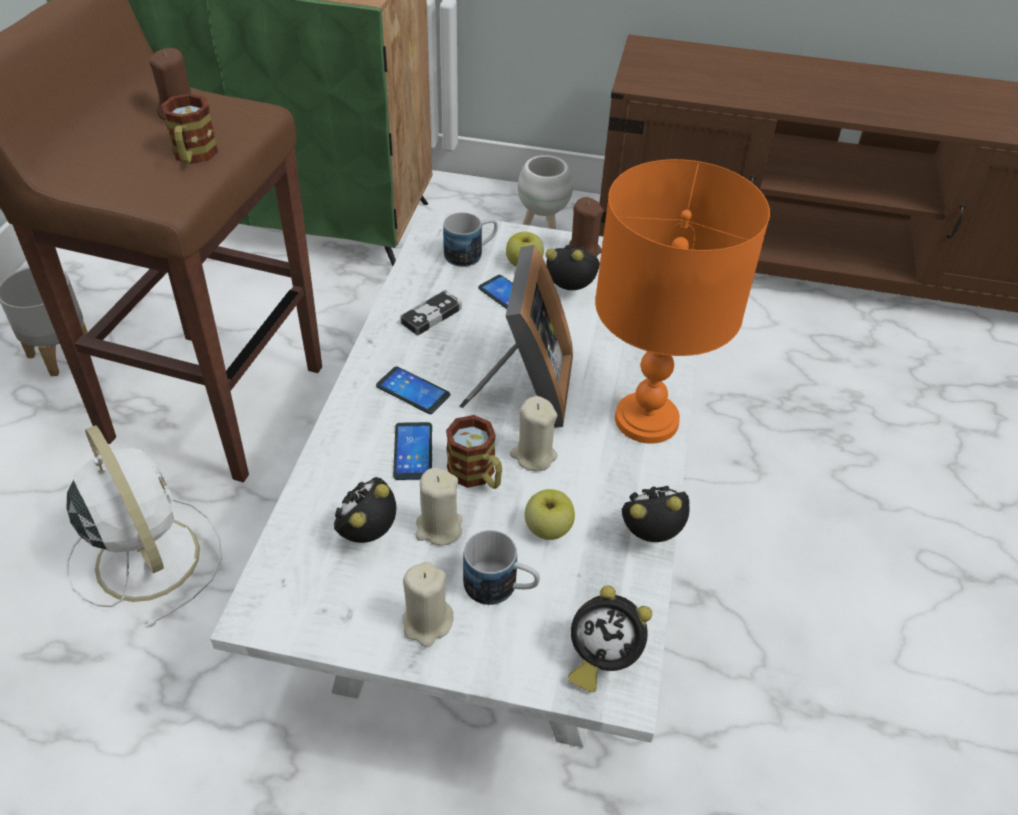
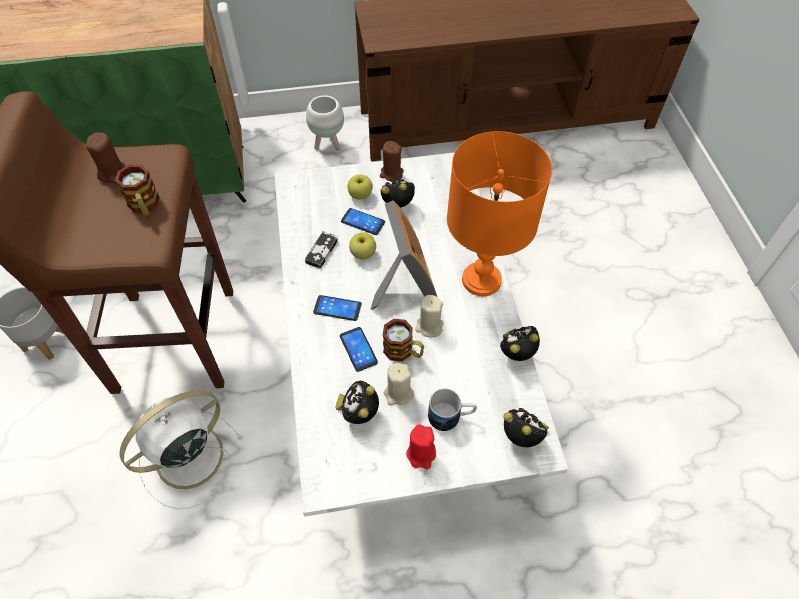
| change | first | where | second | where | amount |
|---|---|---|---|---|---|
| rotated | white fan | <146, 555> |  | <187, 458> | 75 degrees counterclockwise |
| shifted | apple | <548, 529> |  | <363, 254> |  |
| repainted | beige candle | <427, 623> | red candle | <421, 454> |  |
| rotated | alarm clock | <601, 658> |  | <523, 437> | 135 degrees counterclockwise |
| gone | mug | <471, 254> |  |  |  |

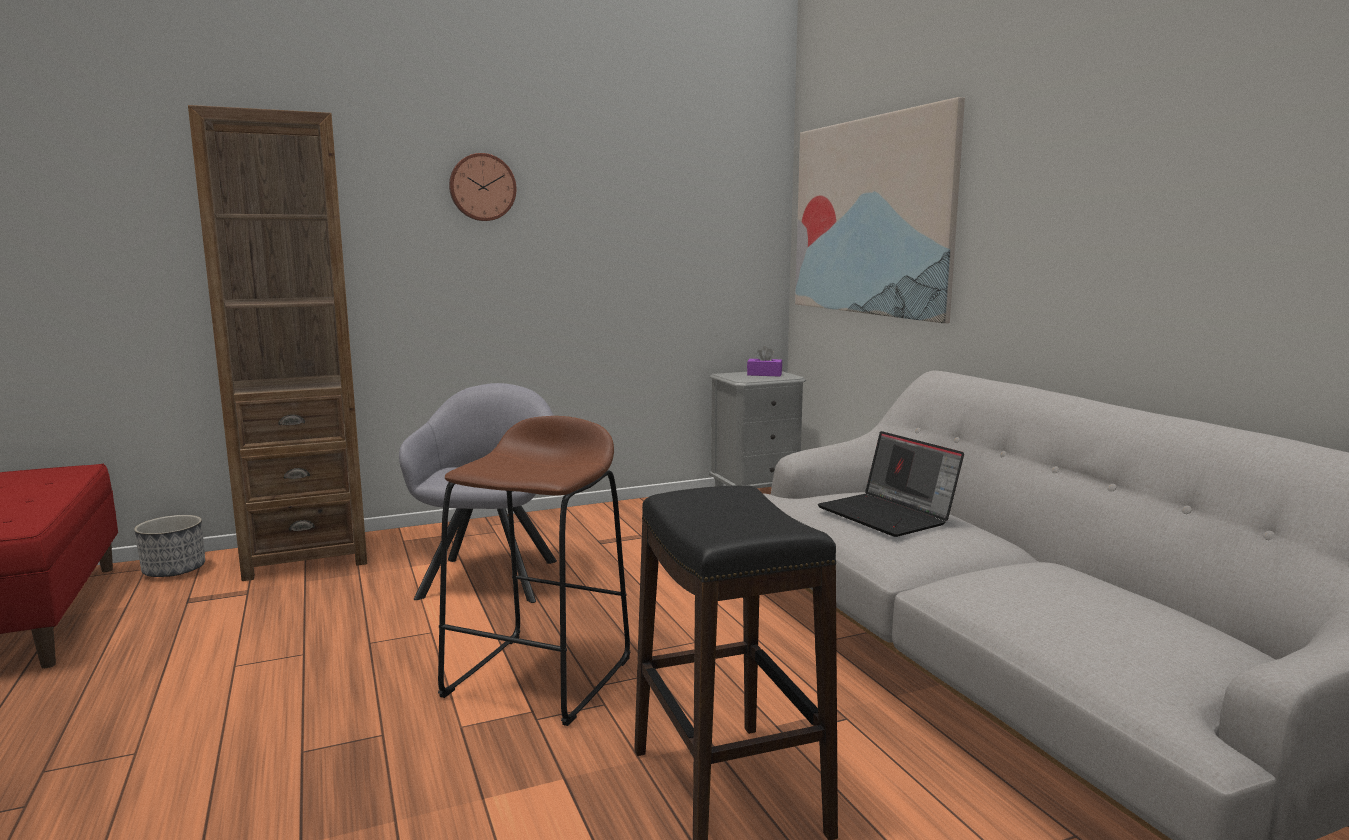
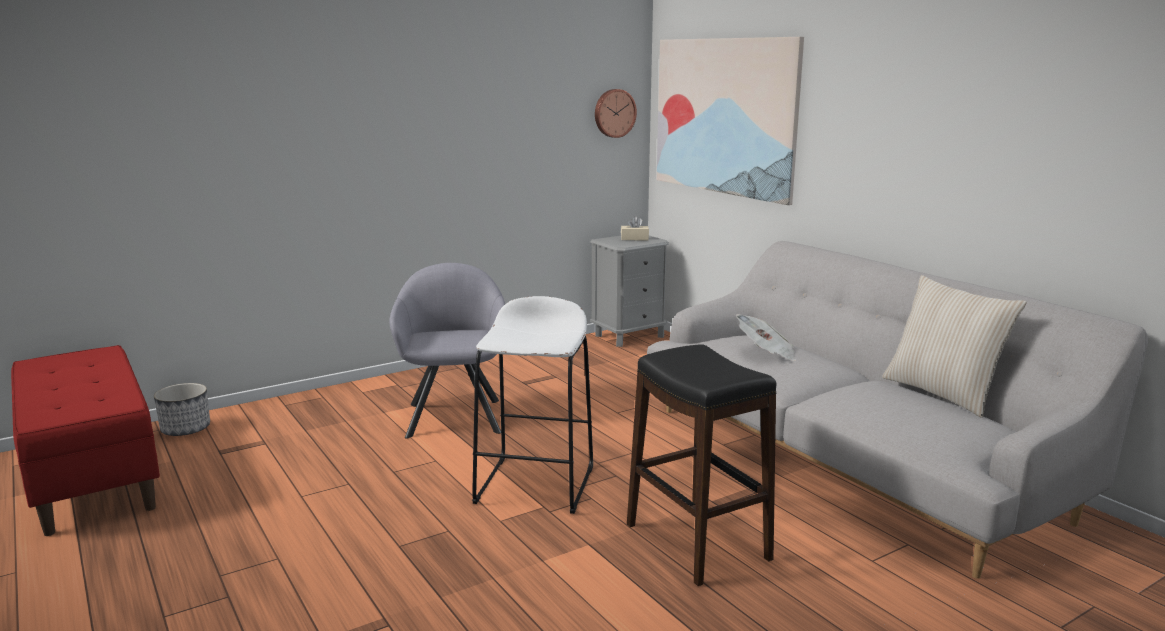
| change | first | where | second | where | amount |
|---|---|---|---|---|---|
| repainted | brown stool | <540, 676> | white stool | <536, 484> |  |
| shifted | wall clock | <482, 187> |  | <614, 113> |  |
| repainted | purple tissue box | <764, 374> | beige tissue box | <634, 238> |  |
| swapped | laptop | <888, 515> | newspaper | <766, 353> |  |
| new |  |  | beige pillow | <943, 393> |  |
| gone | brown bookcase | <306, 556> |  |  |  |

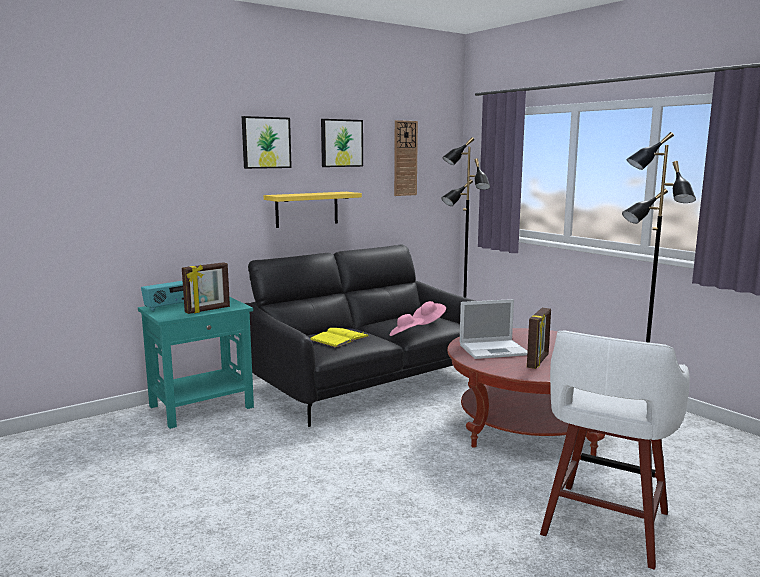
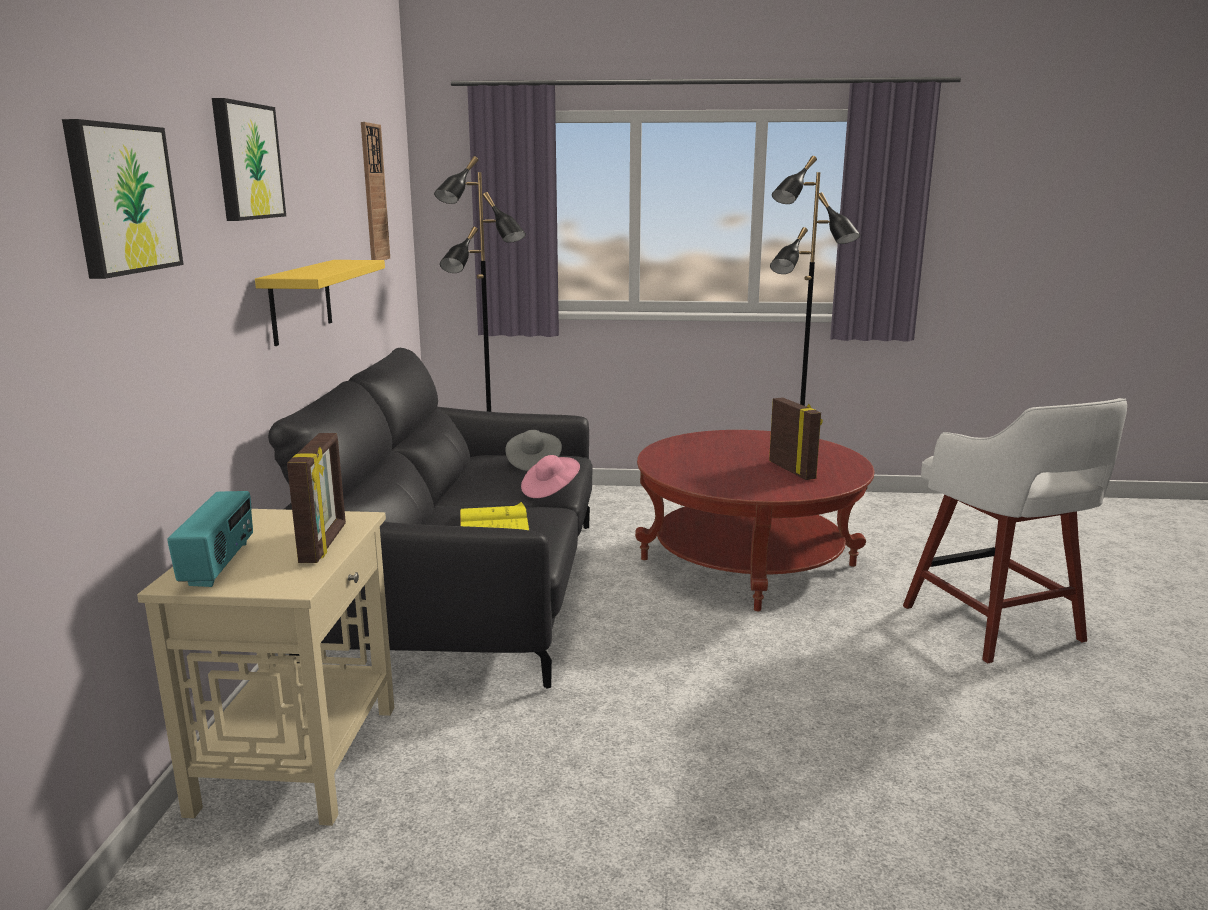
| change | first | where | second | where | amount |
|---|---|---|---|---|---|
| shifted | picture | <341, 143> |  | <121, 199> |  |
| repainted | turquoise side table | <201, 407> | beige side table | <299, 757> |  |
| repainted | pink hat | <428, 321> | grey hat | <533, 463> |  |
| gone | laptop | <494, 349> |  |  |  |

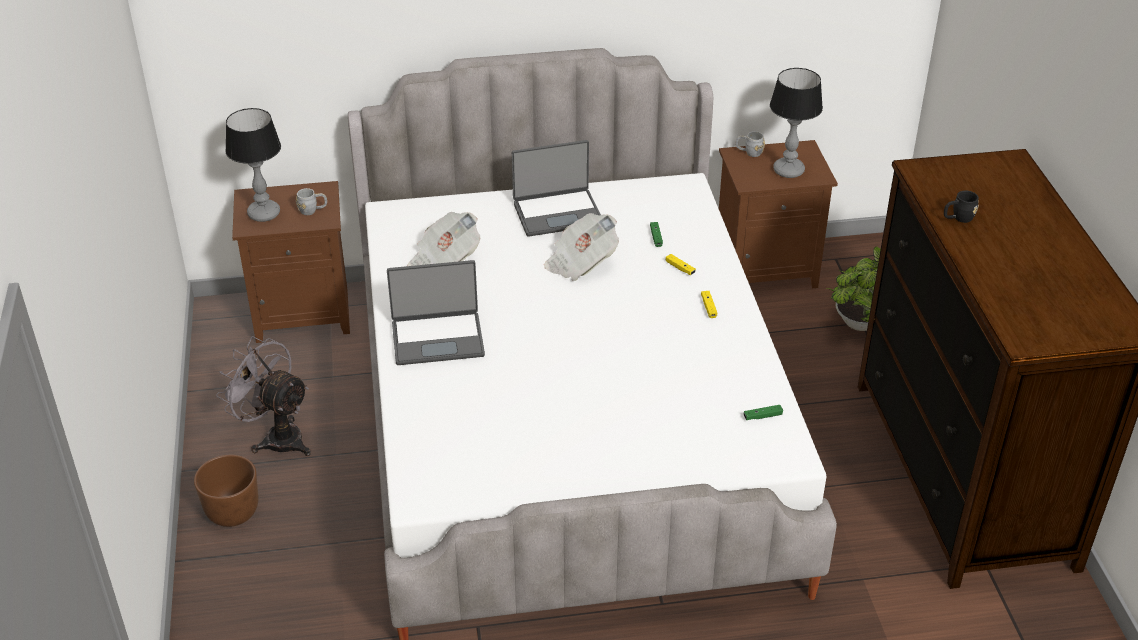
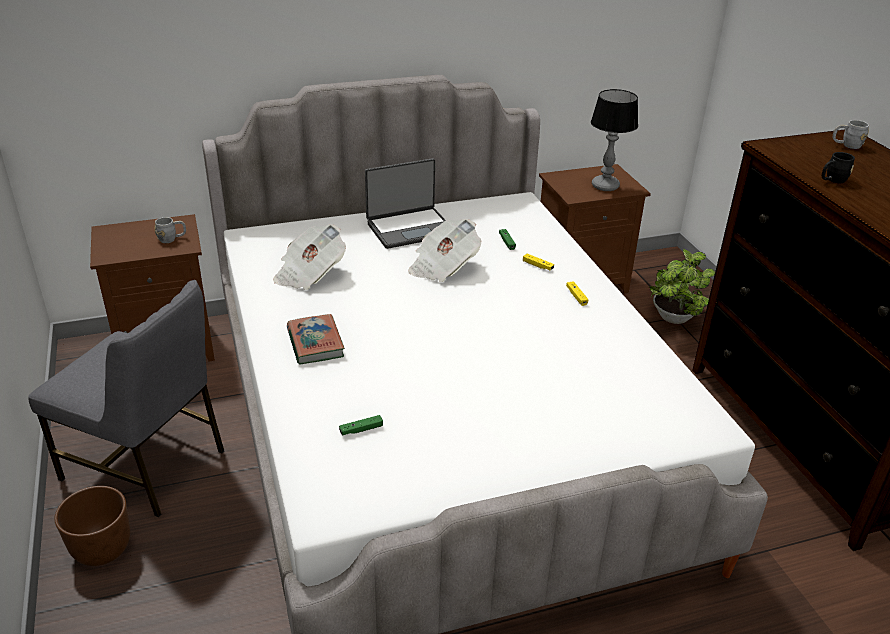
| change | first | where | second | where | amount |
|---|---|---|---|---|---|
| swapped | grey fan | <276, 437> | grey chair | <147, 464> |  |
| swapped | laptop | <437, 338> | book | <315, 343> |  |
| shifted | green game controller | <762, 416> |  | <361, 429> |  |
| shifted | grey mug | <749, 152> |  | <846, 145> |  |
| gone | table lamp | <263, 214> |  |  |  |

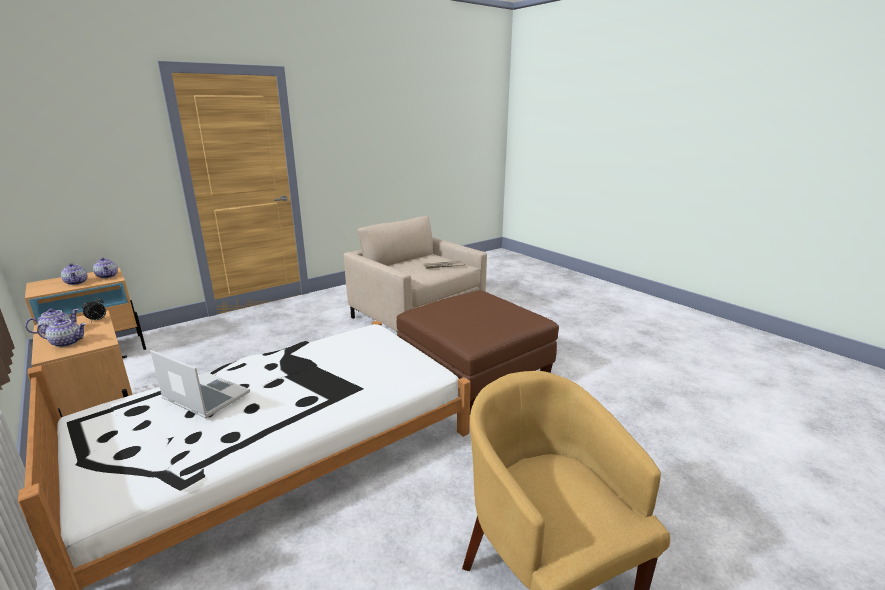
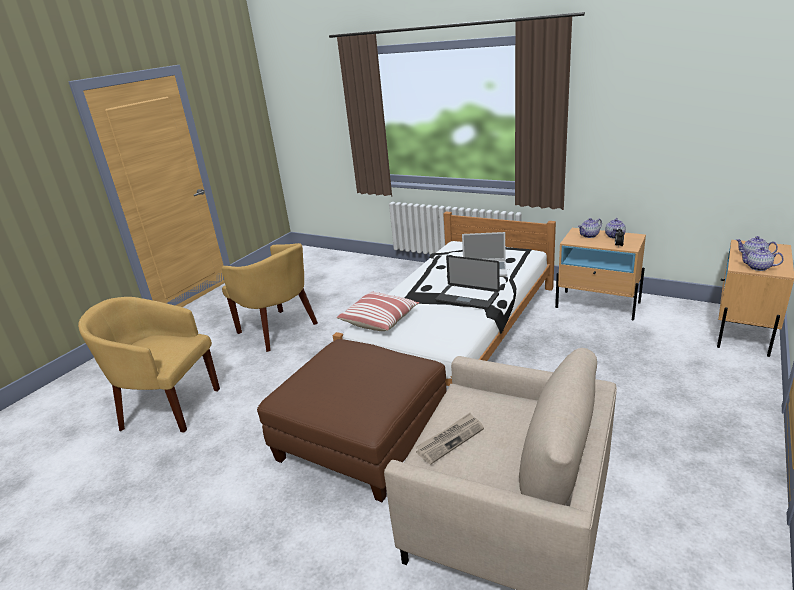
| change | first | where | second | where | amount |
|---|---|---|---|---|---|
| new |  |  | yellow armchair | <168, 407> |  |
| new |  |  | pillow | <380, 320> |  |
| new |  |  | laptop | <467, 298> |  |

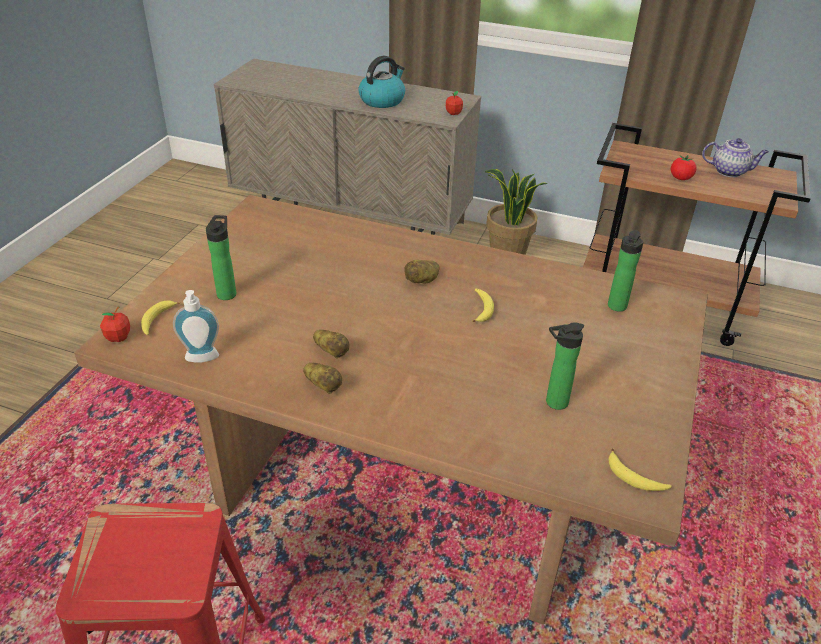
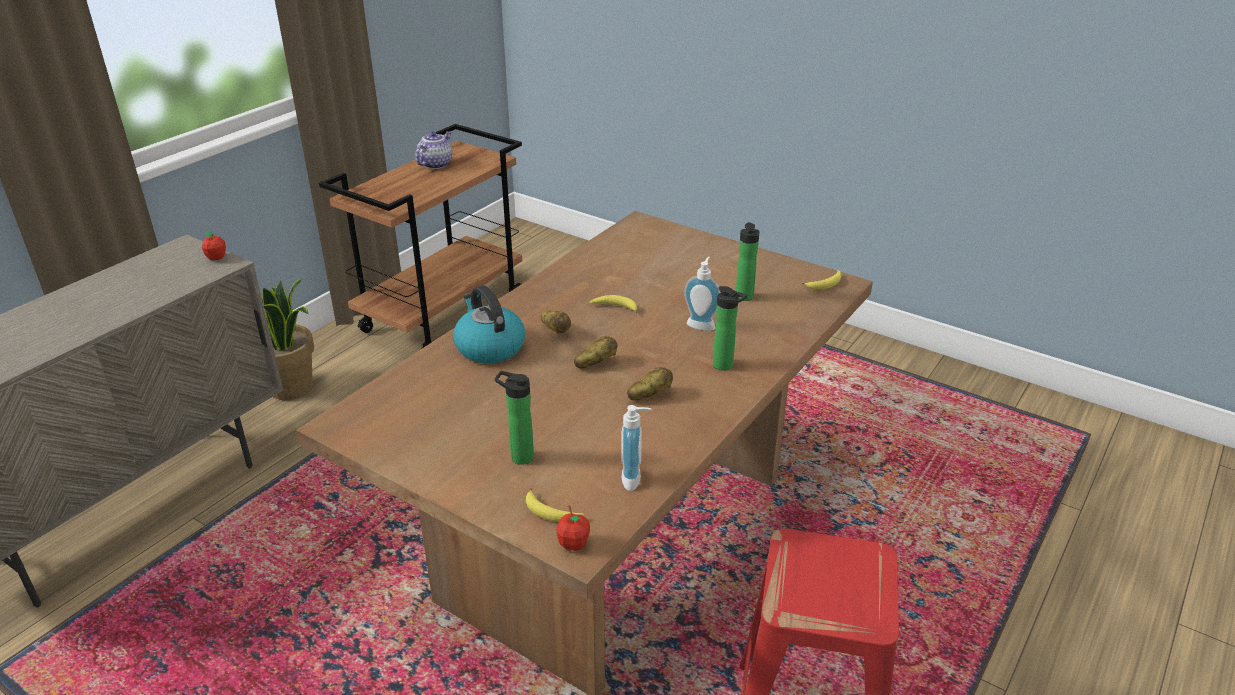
| change | first | where | second | where | amount |
|---|---|---|---|---|---|
| shifted | kettle | <382, 100> |  | <489, 347> |  |
| shifted | potato | <323, 386> |  | <595, 363> |  |
| new |  |  | soap dispenser | <702, 324> |  |
| shifted | bottle | <616, 307> |  | <725, 366> |  |
| gone | tomato | <680, 178> |  |  |  |

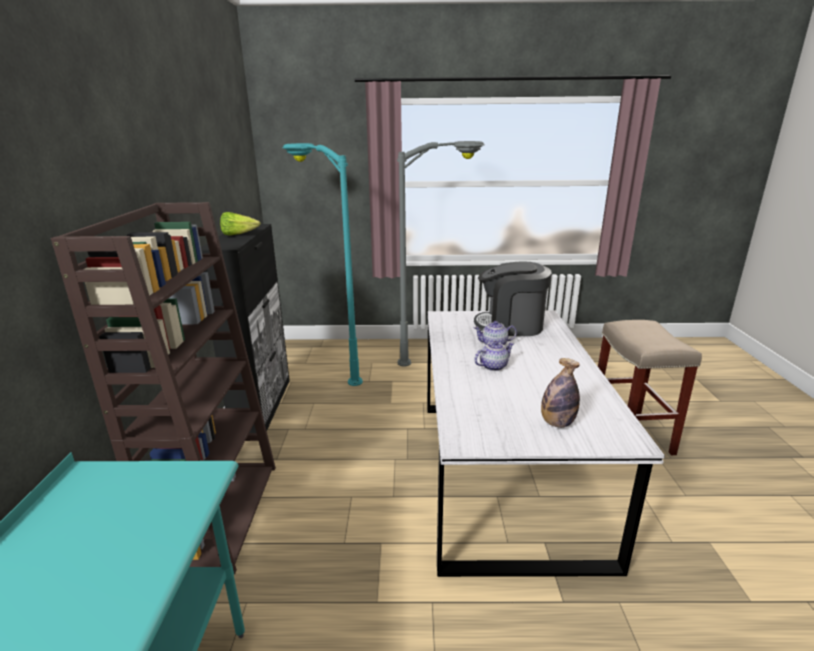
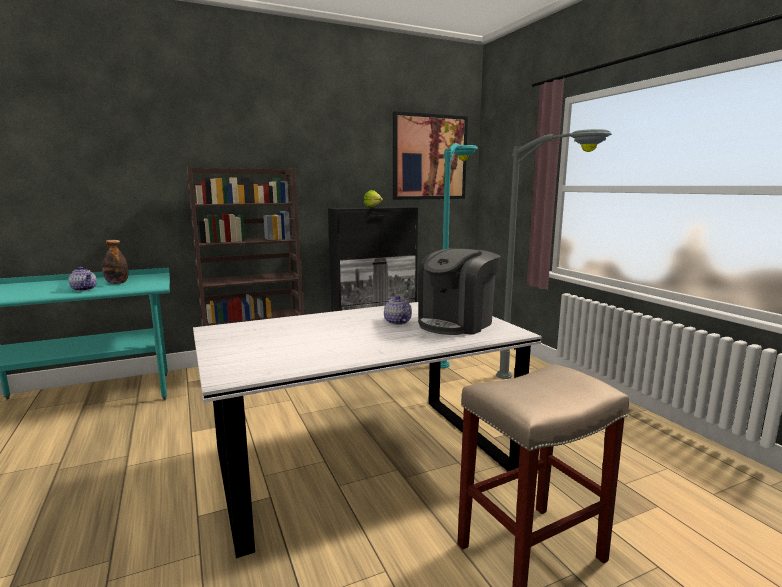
| change | first | where | second | where | amount |
|---|---|---|---|---|---|
| shifted | teapot | <493, 366> |  | <85, 289> |  |
| shifted | bottle | <557, 423> |  | <117, 283> |  |
| new |  |  | picture | <429, 157> |  |
| rotated | coffee machine | <510, 325> |  | <456, 323> | 120 degrees counterclockwise |

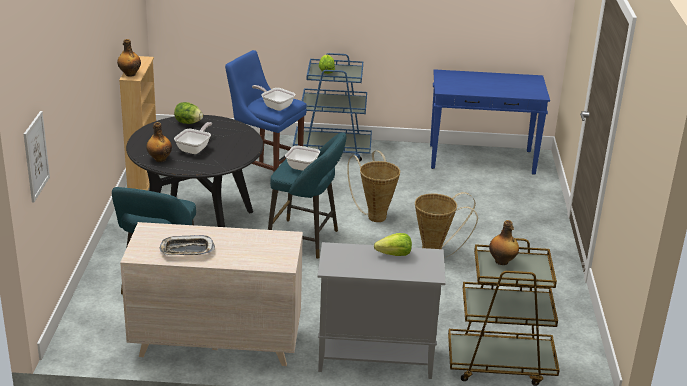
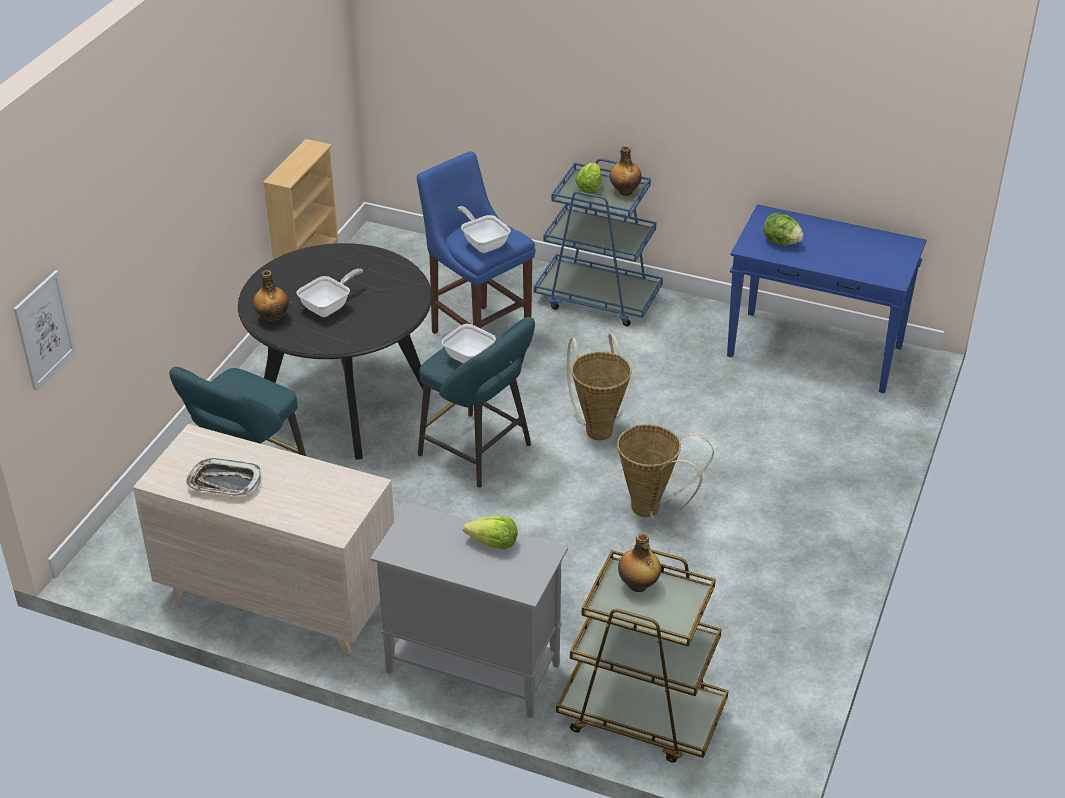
| change | first | where | second | where | amount |
|---|---|---|---|---|---|
| shifted | bottle | <130, 74> |  | <625, 191> |  |
| shifted | lettuce | <188, 123> |  | <781, 242> |  |

